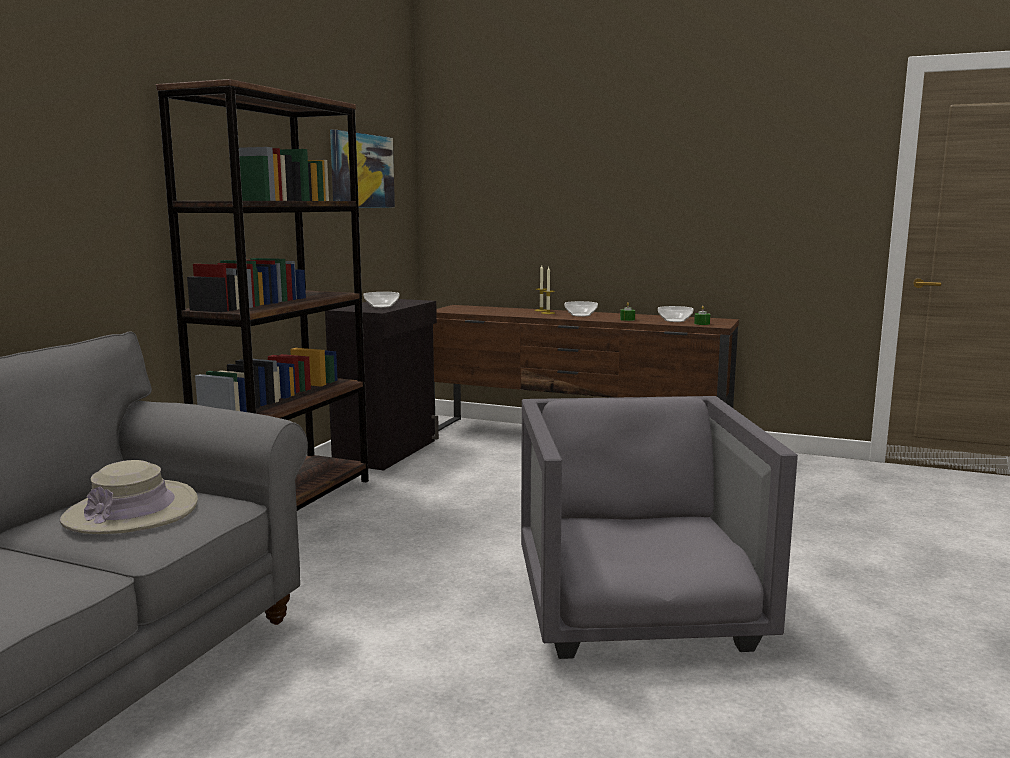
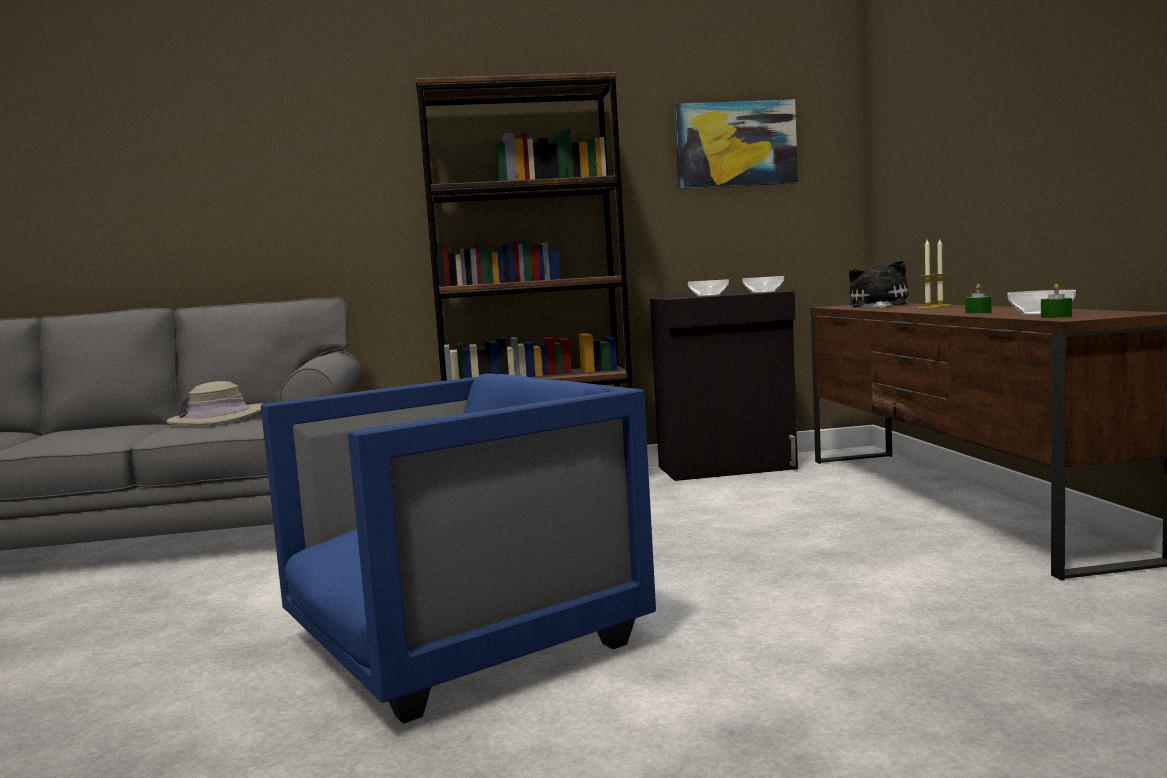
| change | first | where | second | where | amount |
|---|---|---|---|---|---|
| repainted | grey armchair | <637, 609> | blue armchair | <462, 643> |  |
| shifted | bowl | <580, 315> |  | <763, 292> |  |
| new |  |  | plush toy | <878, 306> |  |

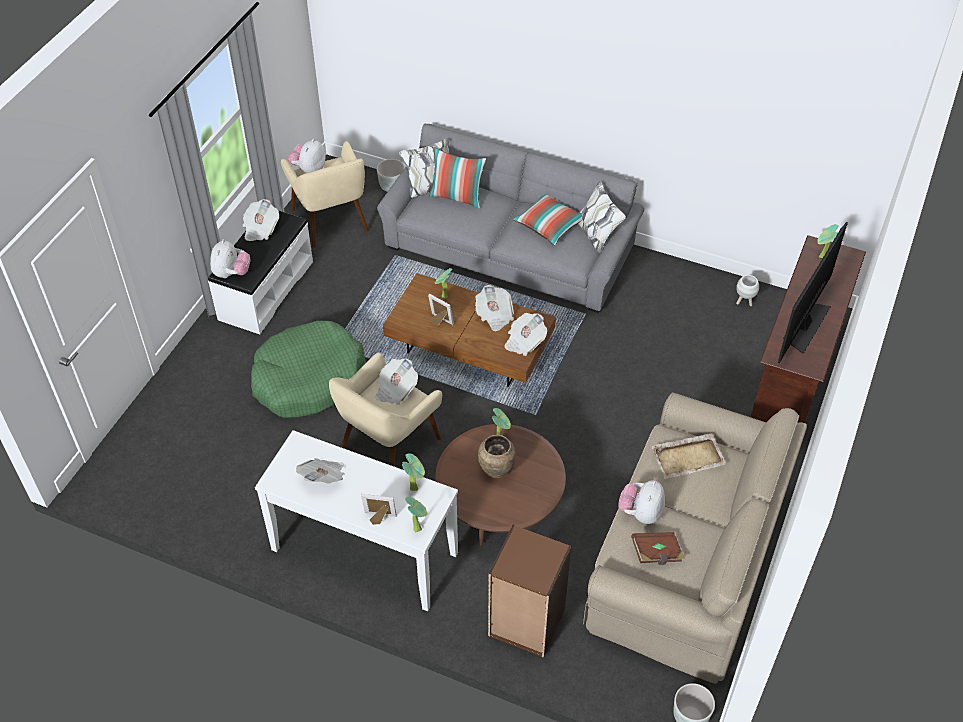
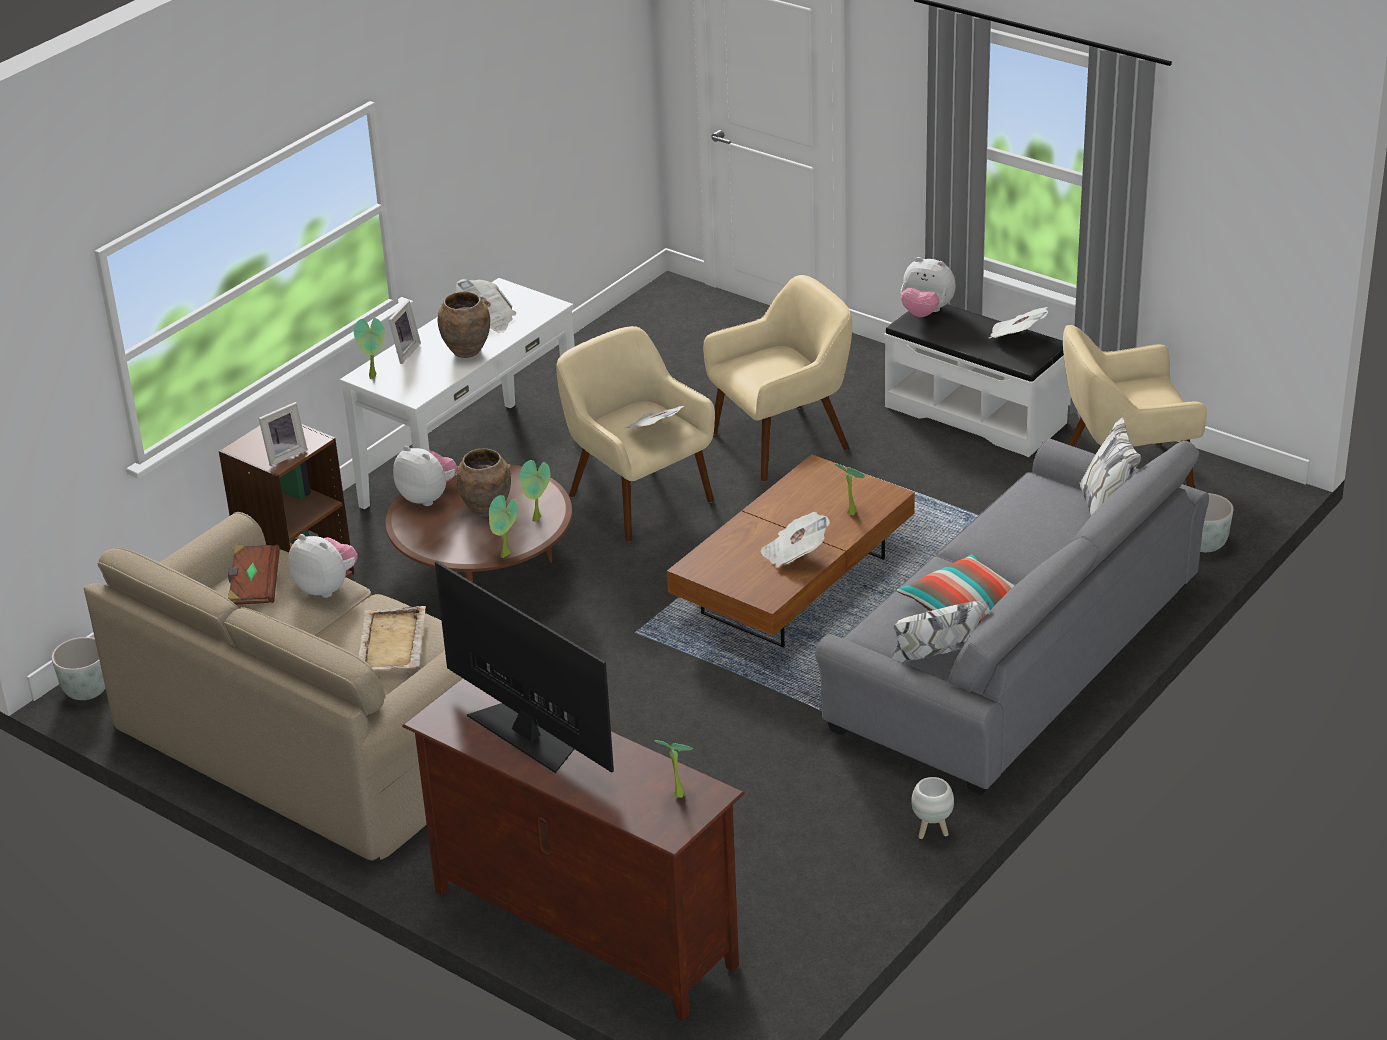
| change | first | where | second | where | amount |
|---|---|---|---|---|---|
| shifted | picture frame | <439, 322> |  | <284, 454> |  |
| shifted | plush toy | <309, 169> |  | <428, 497> |  |
| new |  |  | brown vase | <466, 351> |  |
| shifted | potted plant | <415, 487> |  | <506, 556> |  |
| swapped | green dog bed | <308, 379> | beige armchair | <782, 441> |  |
| shifted | white planter | <744, 302> |  | <932, 832> |  |
| gone | pillow | <457, 197> |  |  |  |
| gone | newspaper | <524, 342> |  |  |  |

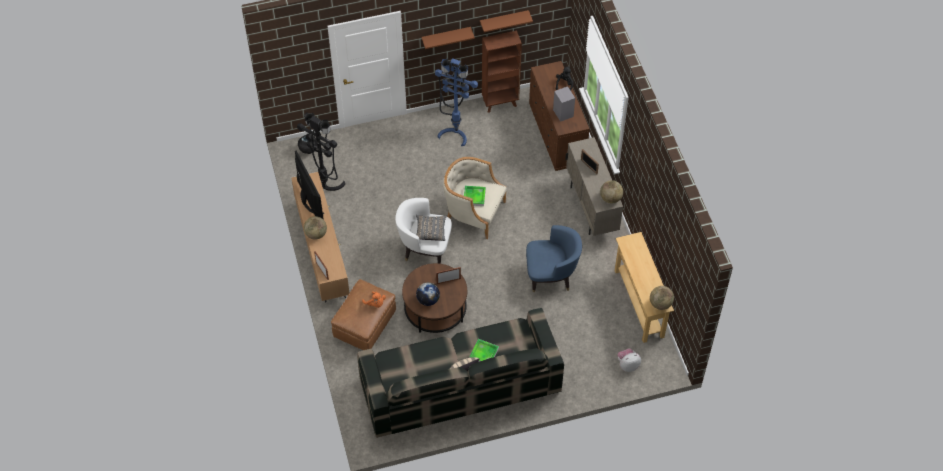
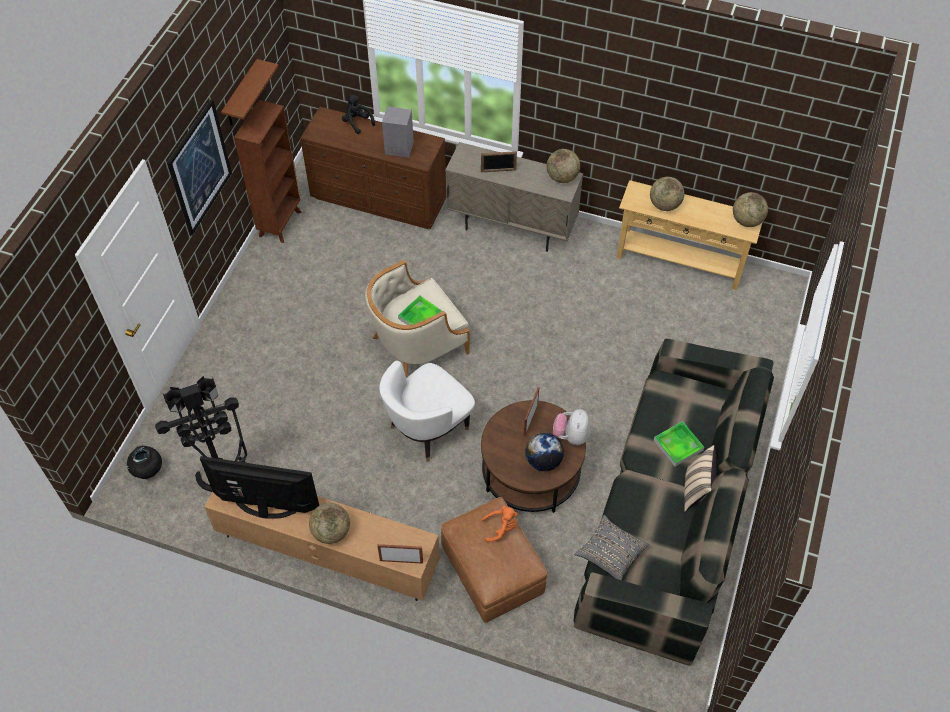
| change | first | where | second | where | amount |
|---|---|---|---|---|---|
| swapped | brown shelf | <446, 37> | picture | <199, 168> |  |
| shifted | plush toy | <627, 365> |  | <571, 436> |  |
| shifted | grey pillow | <430, 231> |  | <611, 554> |  |
| new |  |  | globe | <664, 205> |  |
| gone | blue floor lamp | <455, 132> |  |  |  |
| gone | blue armchair | <551, 276> |  |  |  |

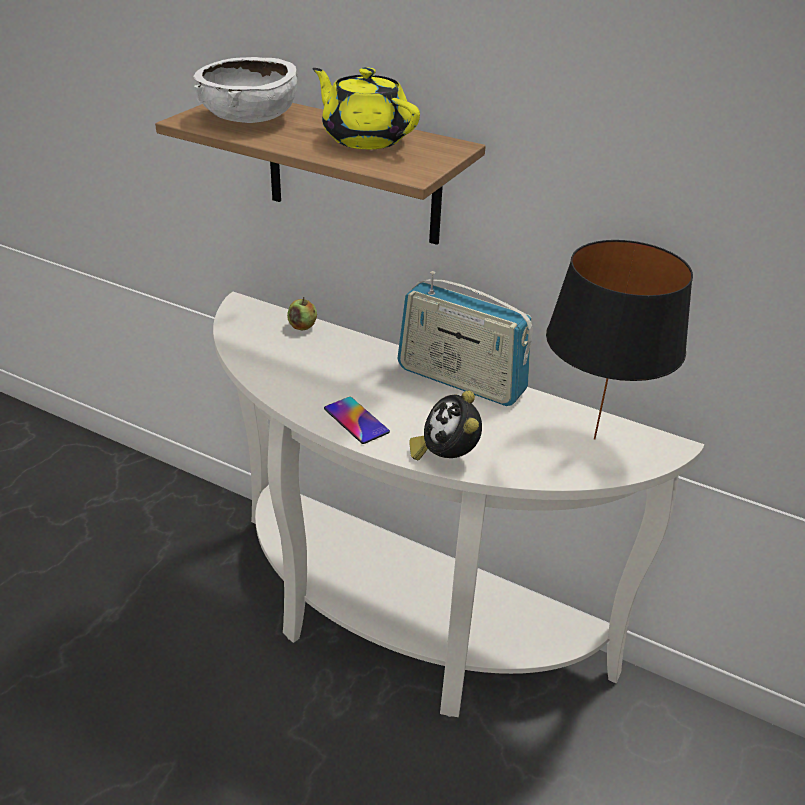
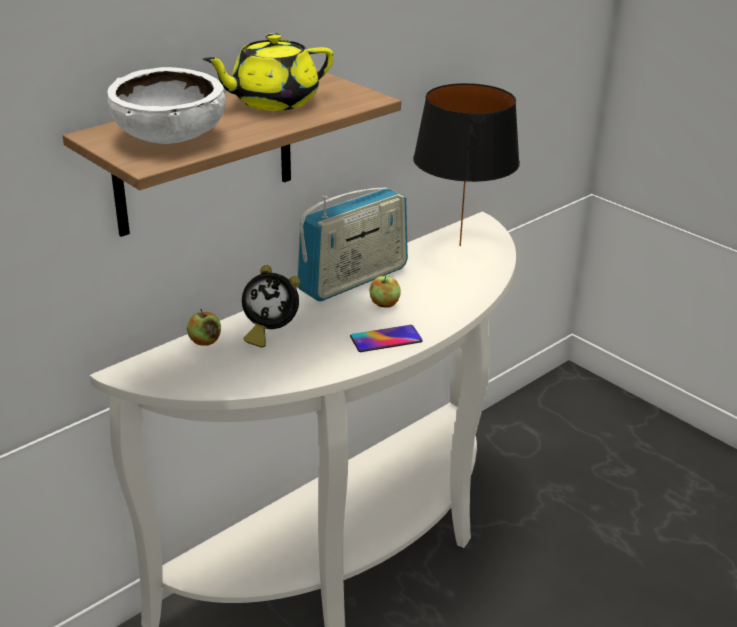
| change | first | where | second | where | amount |
|---|---|---|---|---|---|
| shifted | alarm clock | <446, 457> |  | <269, 332> |  |
| new |  |  | apple | <384, 304> |  |

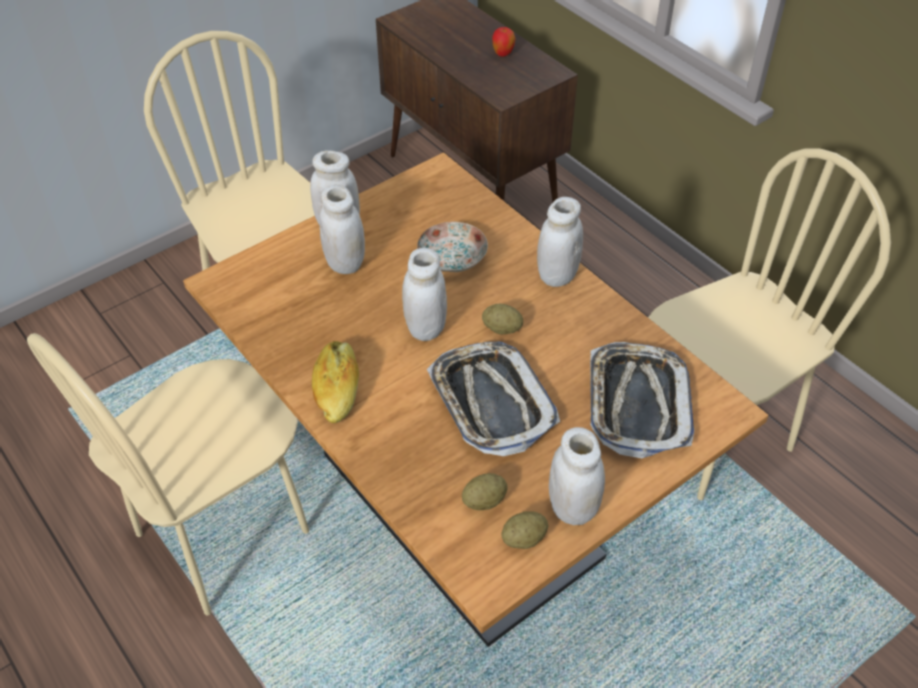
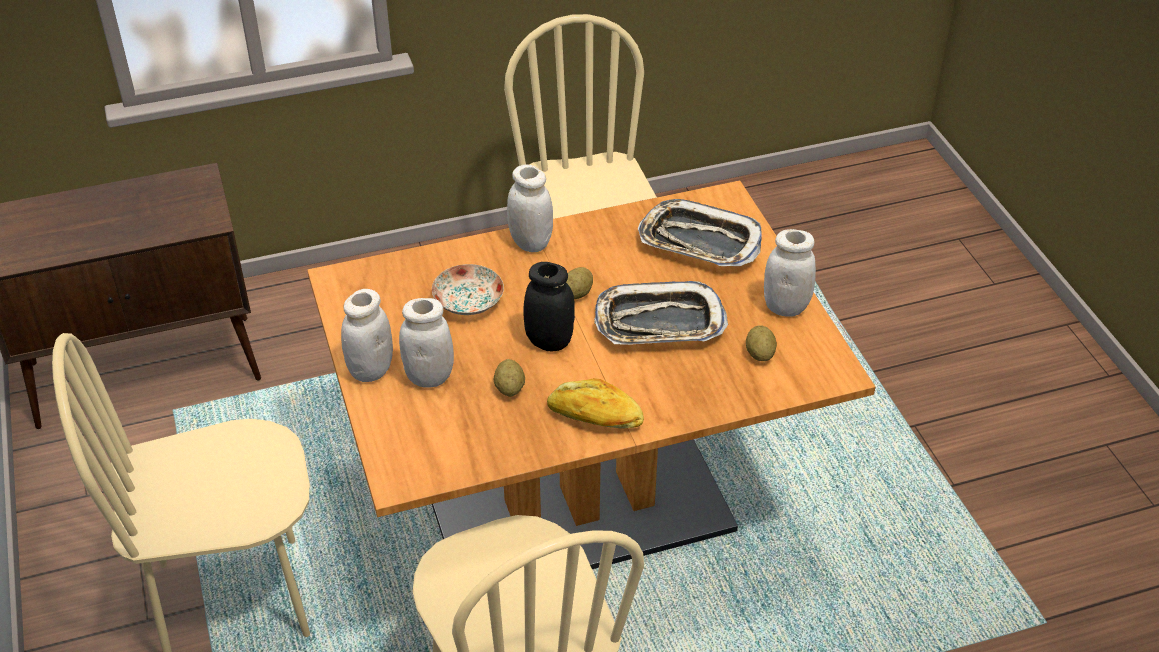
| change | first | where | second | where | amount |
|---|---|---|---|---|---|
| shifted | potato | <524, 539> |  | <509, 388> |  |
| repainted | white jar | <425, 328> | black jar | <549, 341> |  |
| gone | apple | <503, 54> |  |  |  |

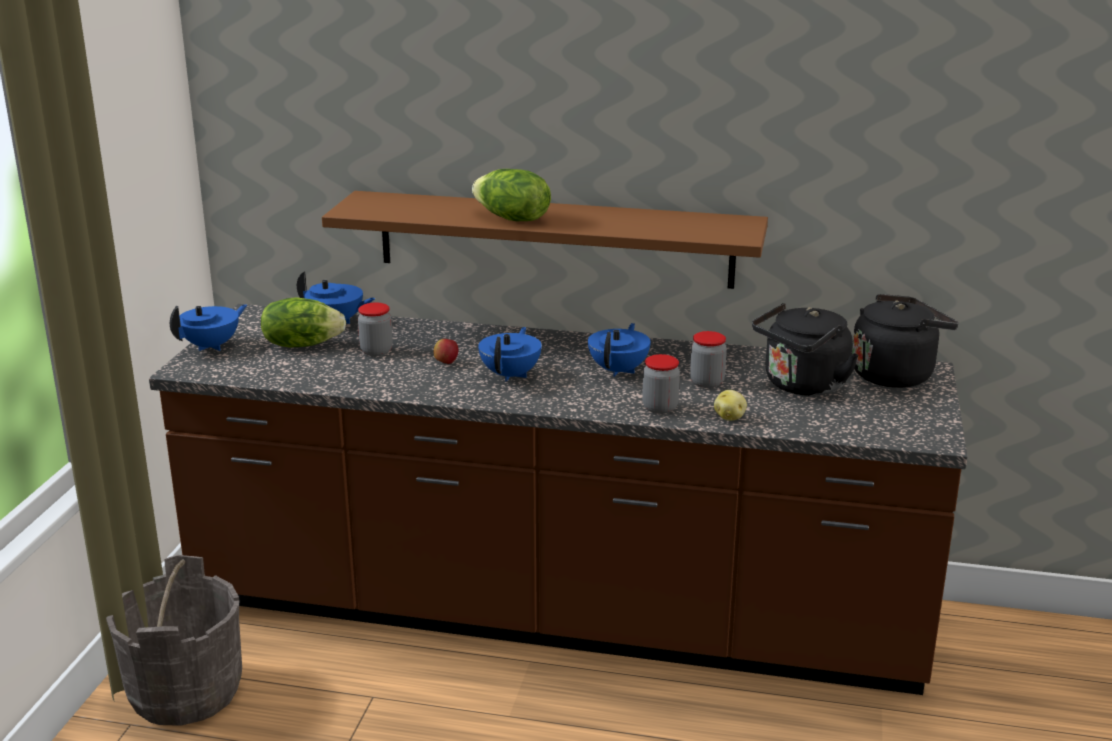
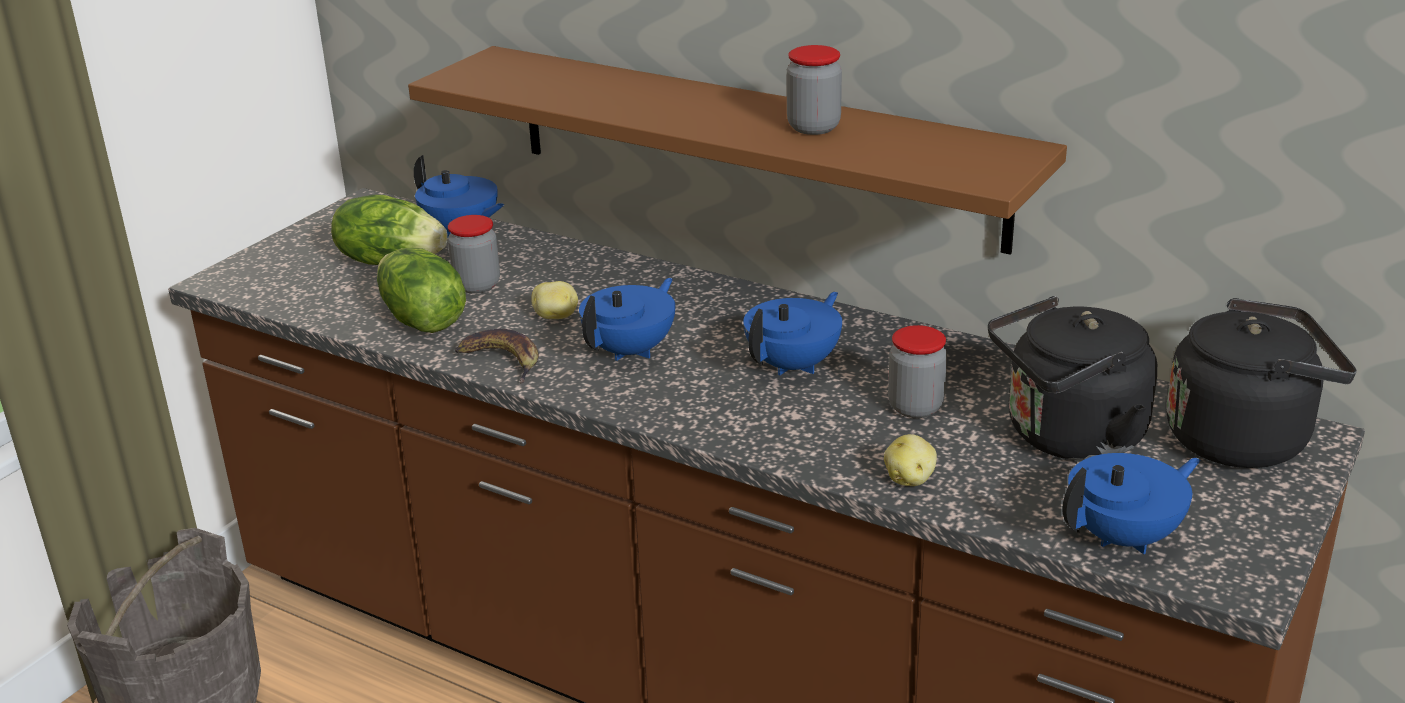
| change | first | where | second | where | amount |
|---|---|---|---|---|---|
| shifted | lettuce | <512, 219> |  | <421, 321> |  |
| new |  |  | banana | <502, 360> |  |
| swapped | apple | <446, 363> | potato | <556, 317> |  |
| shifted | jar | <660, 408> |  | <813, 127> |  |
| shifted | blue teapot | <212, 346> |  | <1125, 537> |  |

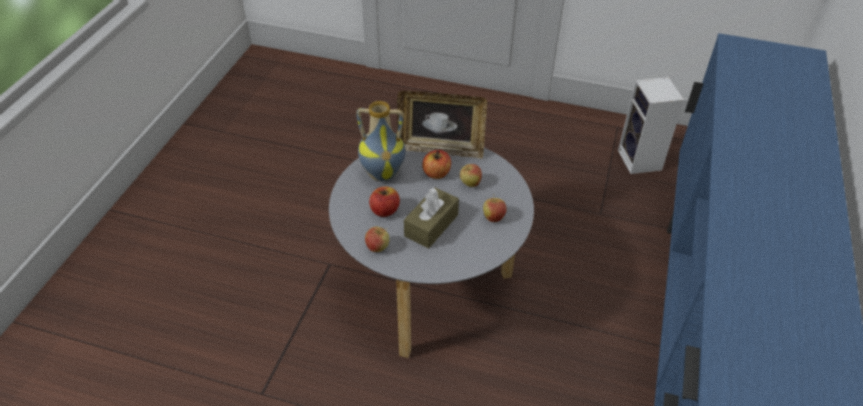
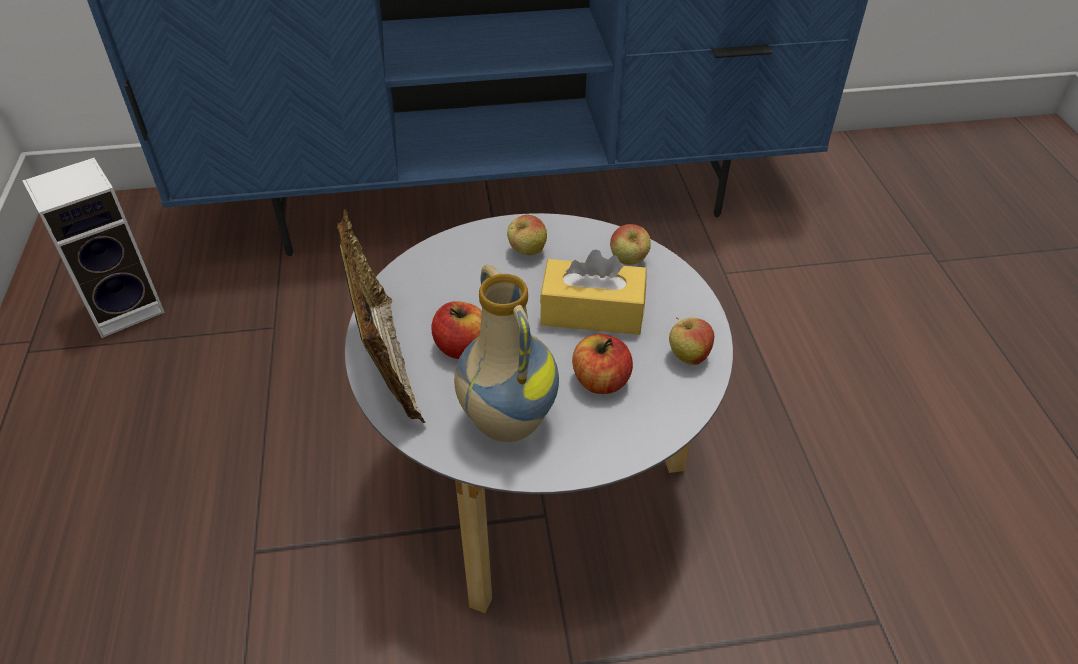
| change | first | where | second | where | amount |
|---|---|---|---|---|---|
| repainted | brown tissue box | <431, 225> | yellow tissue box | <592, 312> |  |
| shifted | apple | <470, 184> |  | <628, 262> |  |

